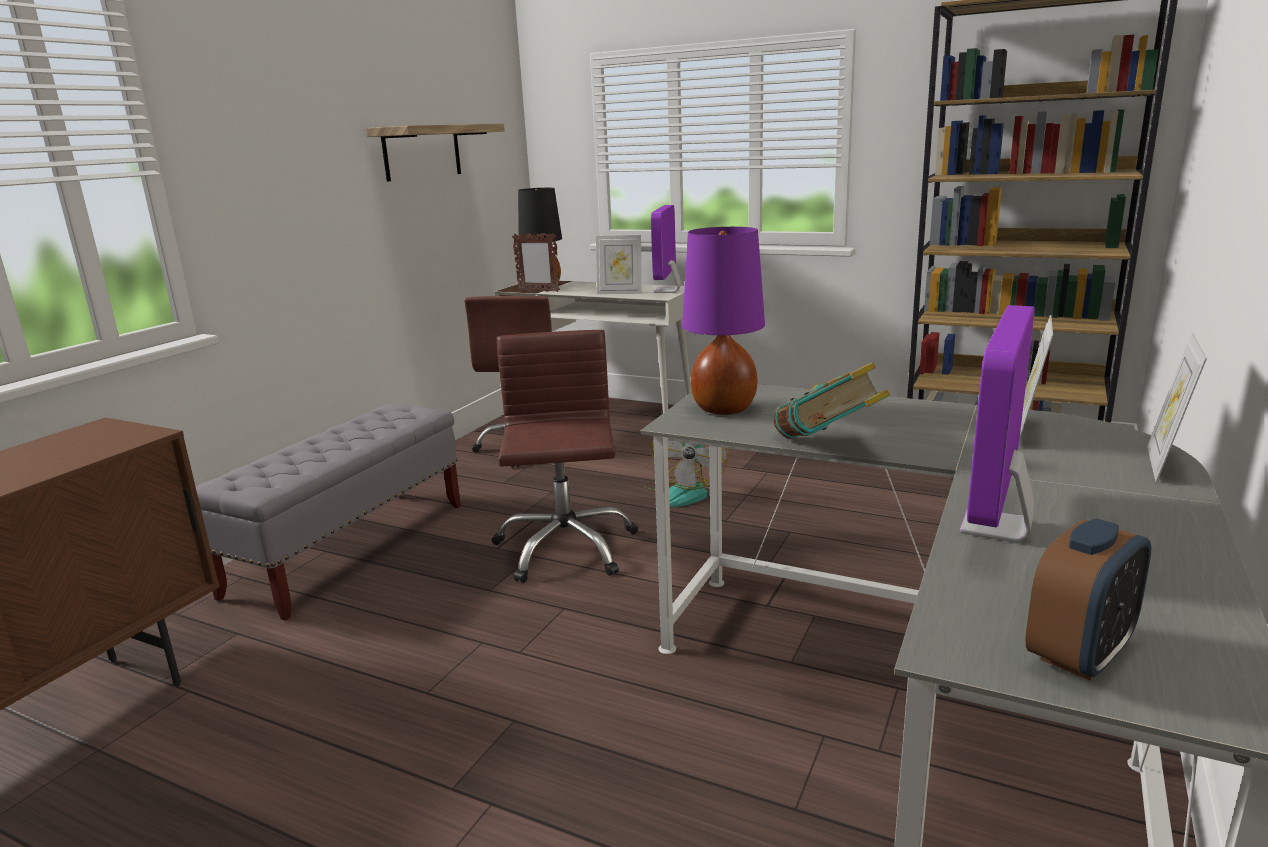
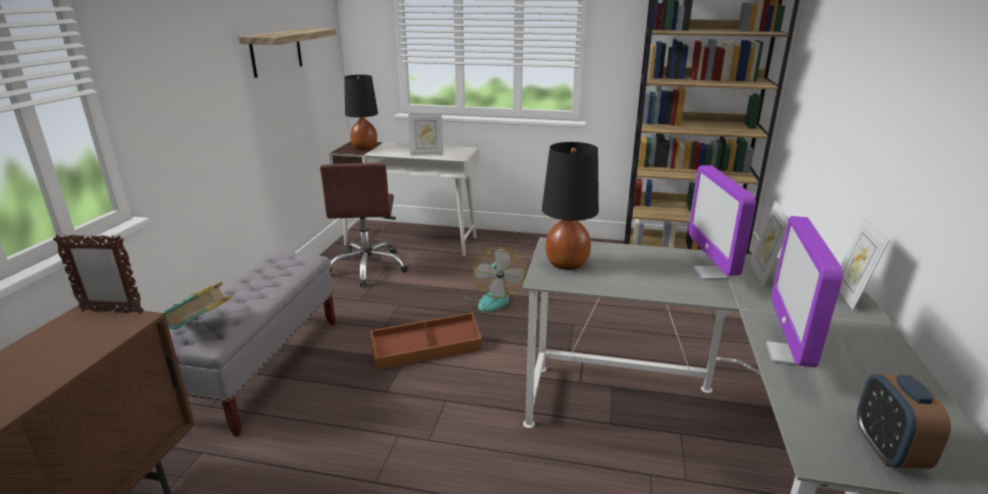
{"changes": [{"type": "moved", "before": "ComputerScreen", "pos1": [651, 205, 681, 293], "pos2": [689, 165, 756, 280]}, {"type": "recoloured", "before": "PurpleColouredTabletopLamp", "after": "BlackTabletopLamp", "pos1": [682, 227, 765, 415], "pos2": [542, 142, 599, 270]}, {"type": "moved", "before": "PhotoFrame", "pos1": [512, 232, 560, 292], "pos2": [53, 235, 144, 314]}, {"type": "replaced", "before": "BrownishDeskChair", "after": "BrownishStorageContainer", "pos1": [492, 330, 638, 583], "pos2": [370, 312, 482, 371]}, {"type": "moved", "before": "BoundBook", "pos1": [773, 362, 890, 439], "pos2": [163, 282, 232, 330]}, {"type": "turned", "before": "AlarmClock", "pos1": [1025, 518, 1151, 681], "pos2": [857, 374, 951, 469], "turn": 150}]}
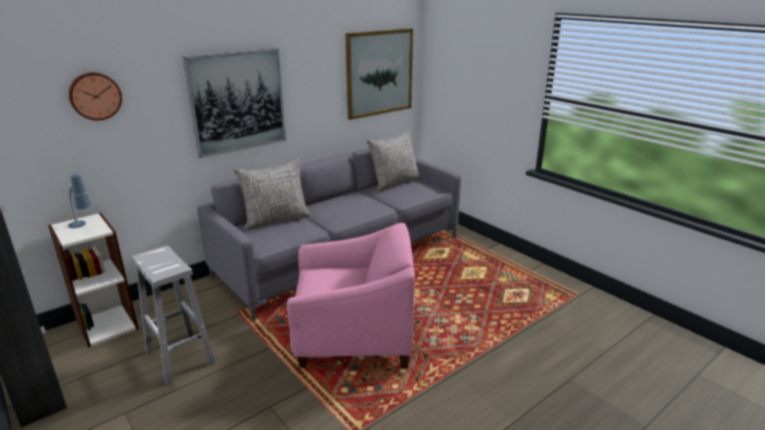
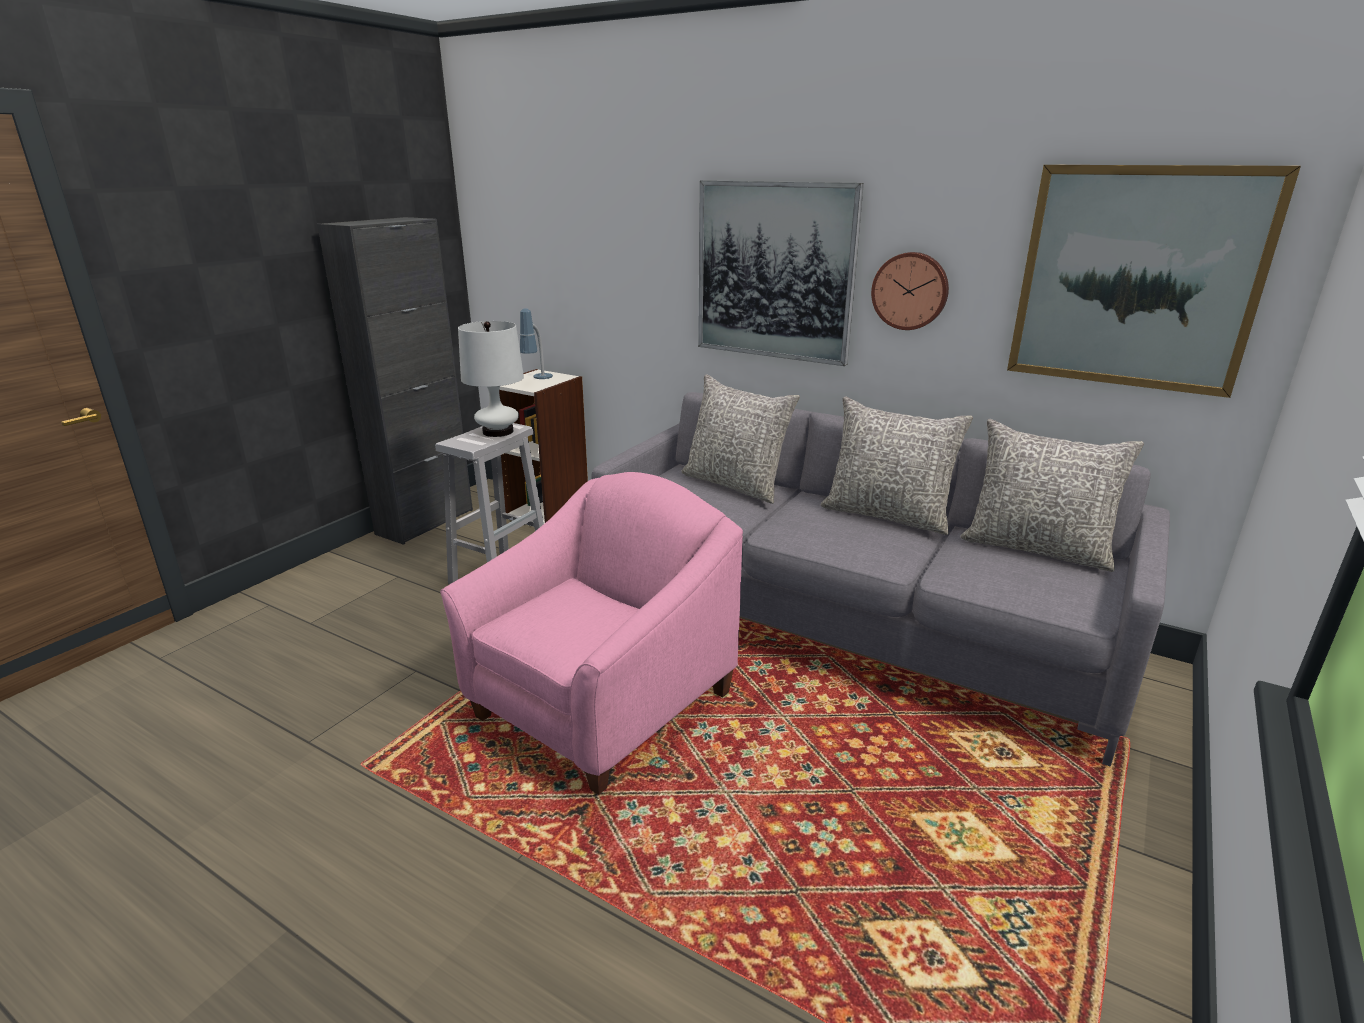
{"changes": [{"type": "moved", "before": "HangingClock", "pos1": [69, 72, 122, 121], "pos2": [871, 252, 949, 330]}, {"type": "turned", "before": "PinkLoungeChair", "pos1": [287, 223, 415, 368], "pos2": [440, 472, 743, 795], "turn": -120}, {"type": "added", "after": "WhiteTabletopLamp", "pos2": [458, 321, 524, 437]}, {"type": "added", "after": "GrayThrowPillow", "pos2": [820, 396, 973, 535]}]}
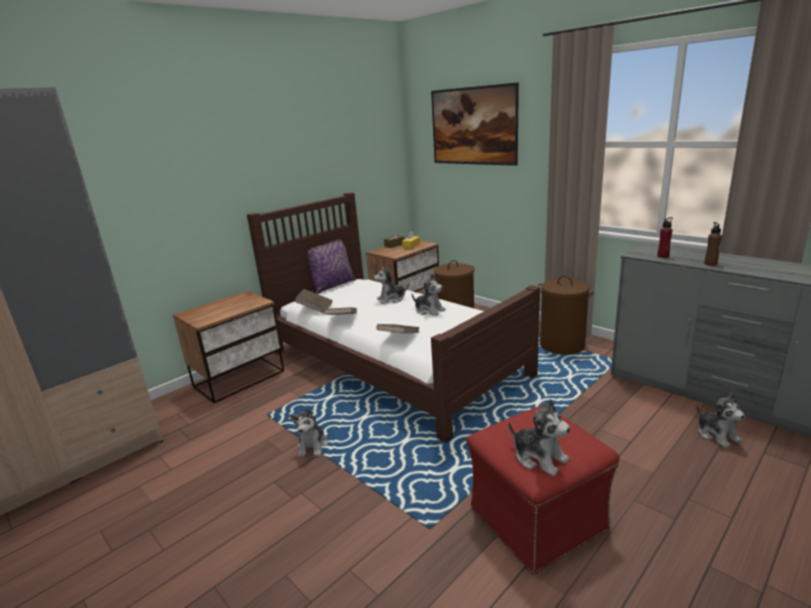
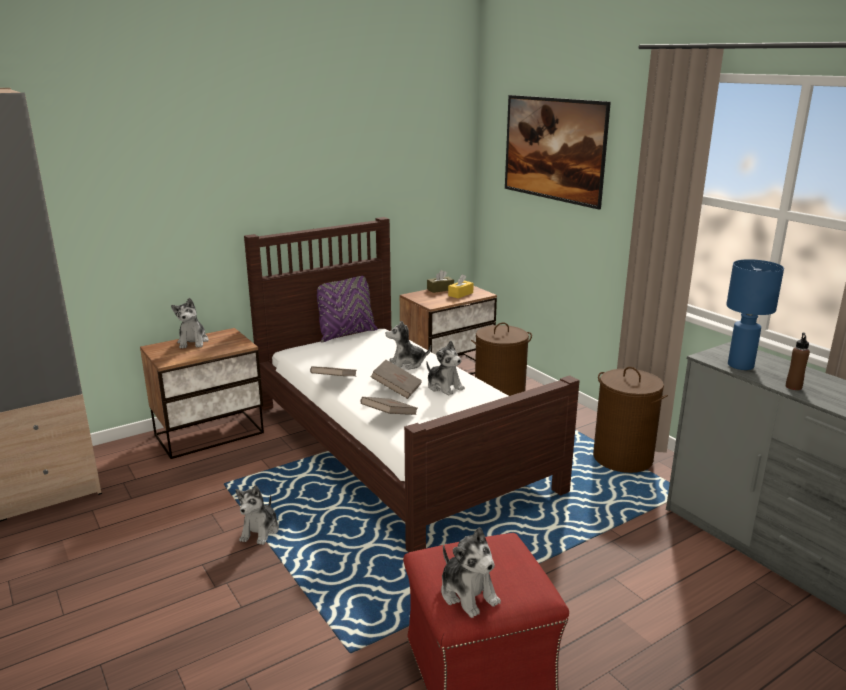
{"changes": [{"type": "replaced", "before": "RedColouredDrinkBottle", "after": "BlueTabletopLamp", "pos1": [657, 217, 673, 258], "pos2": [726, 259, 784, 370]}, {"type": "moved", "before": "BrownishBoundBook", "pos1": [294, 289, 333, 313], "pos2": [371, 360, 422, 399]}, {"type": "moved", "before": "SoftToy", "pos1": [696, 393, 745, 448], "pos2": [171, 298, 209, 349]}]}
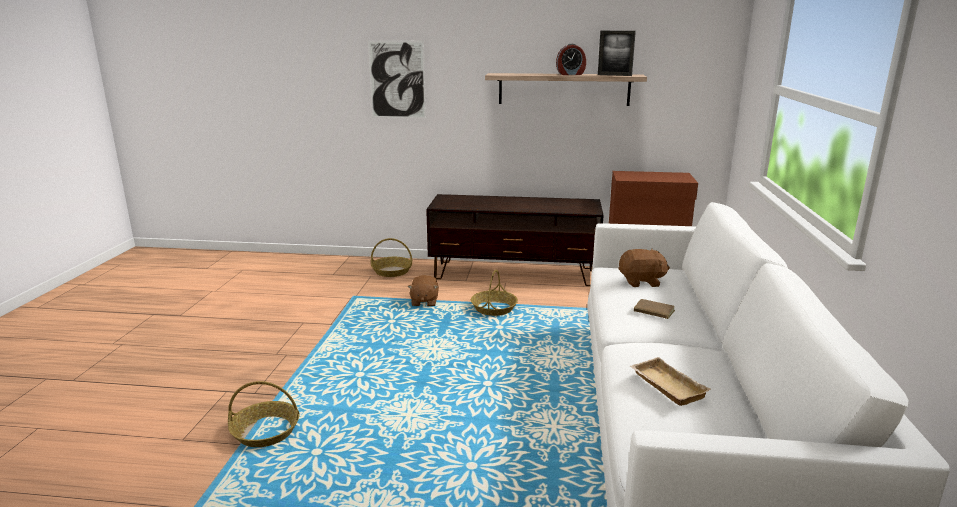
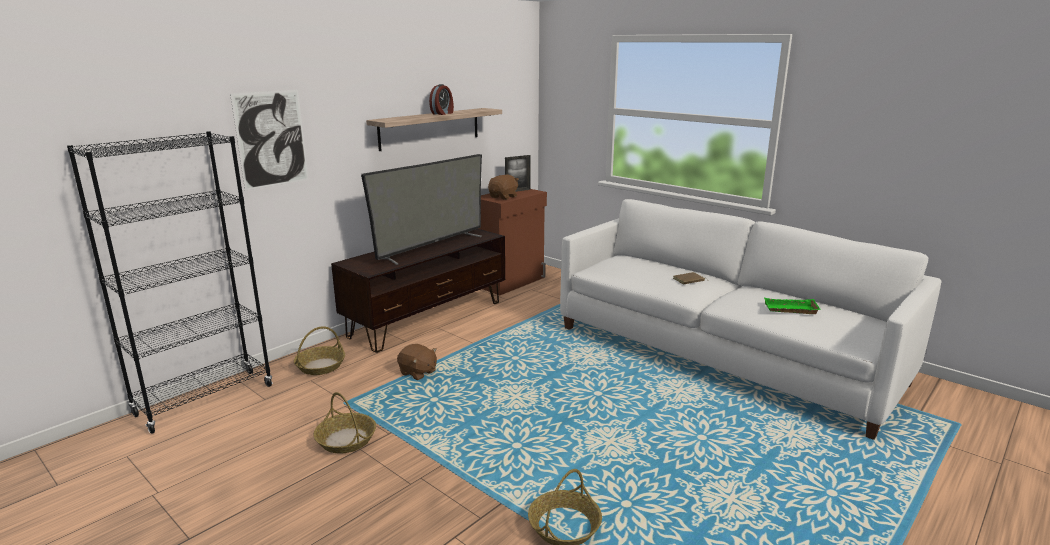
{"changes": [{"type": "moved", "before": "PhotoFrame", "pos1": [598, 31, 636, 76], "pos2": [505, 155, 531, 192]}, {"type": "moved", "before": "BrownishSoftToy", "pos1": [619, 249, 670, 287], "pos2": [488, 175, 519, 200]}, {"type": "moved", "before": "StorageBasket", "pos1": [471, 270, 518, 316], "pos2": [314, 392, 376, 454]}, {"type": "recoloured", "before": "BeigeColouredTray", "after": "GreenTray", "pos1": [630, 357, 711, 406], "pos2": [764, 298, 821, 314]}, {"type": "added", "after": "BlackBookcase", "pos2": [67, 131, 273, 434]}, {"type": "added", "after": "TvSet", "pos2": [361, 154, 482, 265]}]}
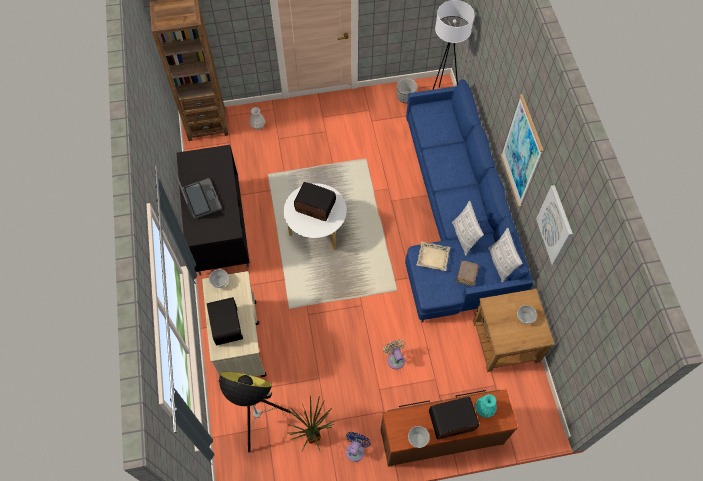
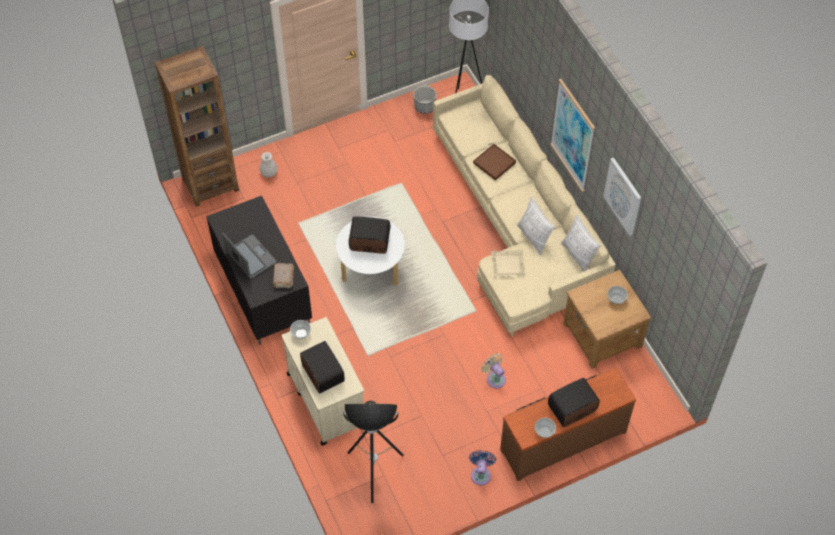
{"changes": [{"type": "recoloured", "before": "BlueSofa", "after": "BeigeColouredSofa", "pos1": [405, 79, 534, 322], "pos2": [433, 75, 616, 337]}, {"type": "moved", "before": "BrownishBoundBook", "pos1": [456, 260, 478, 286], "pos2": [273, 263, 294, 288]}, {"type": "removed", "before": "TurquoiseFlowerVase", "pos1": [475, 394, 497, 418]}, {"type": "removed", "before": "Houseplant", "pos1": [287, 396, 334, 451]}, {"type": "added", "after": "BrownishTray", "pos2": [473, 144, 516, 180]}]}
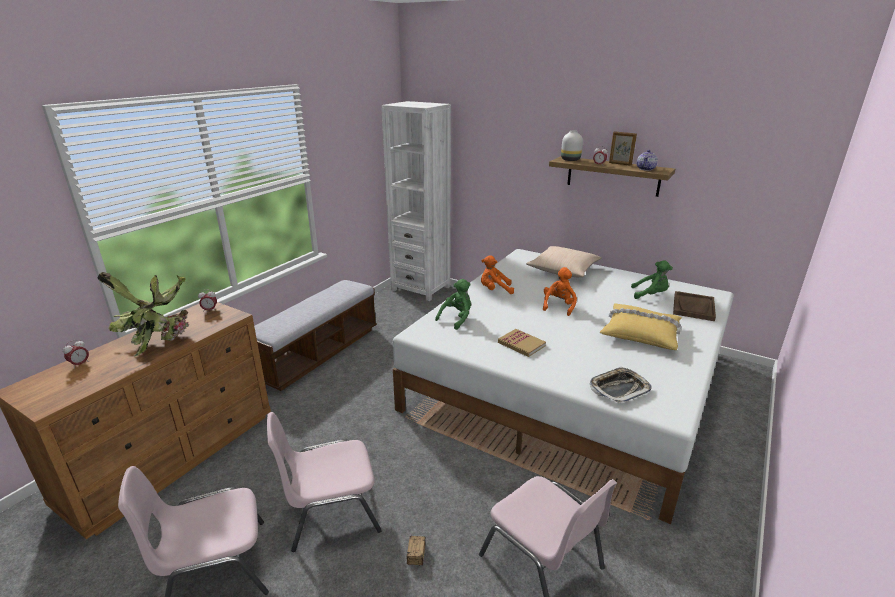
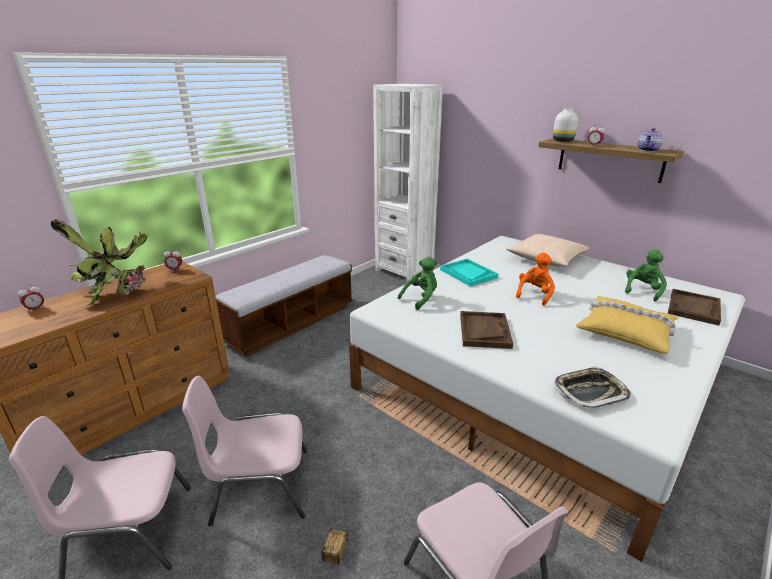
{"changes": [{"type": "removed", "before": "PhotoFrame", "pos1": [609, 131, 637, 166]}, {"type": "replaced", "before": "OrangeySoftToy", "after": "TurquoiseTray", "pos1": [481, 255, 514, 294], "pos2": [440, 259, 499, 286]}, {"type": "turned", "before": "GreenSoftToy", "pos1": [631, 261, 673, 299], "pos2": [625, 249, 667, 301], "turn": -75}, {"type": "replaced", "before": "BoundBook", "after": "BrownishTray", "pos1": [498, 329, 546, 357], "pos2": [460, 311, 513, 349]}]}
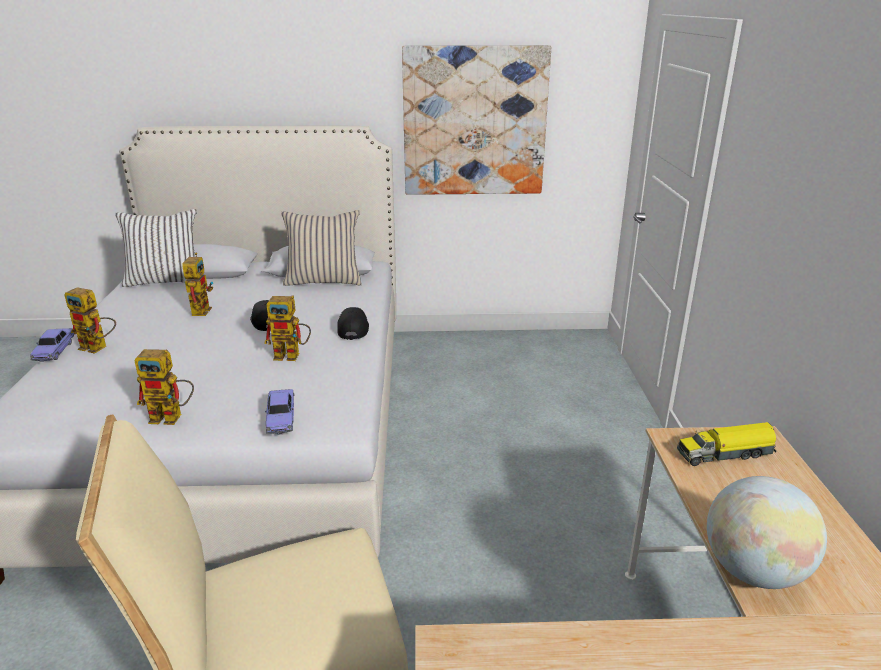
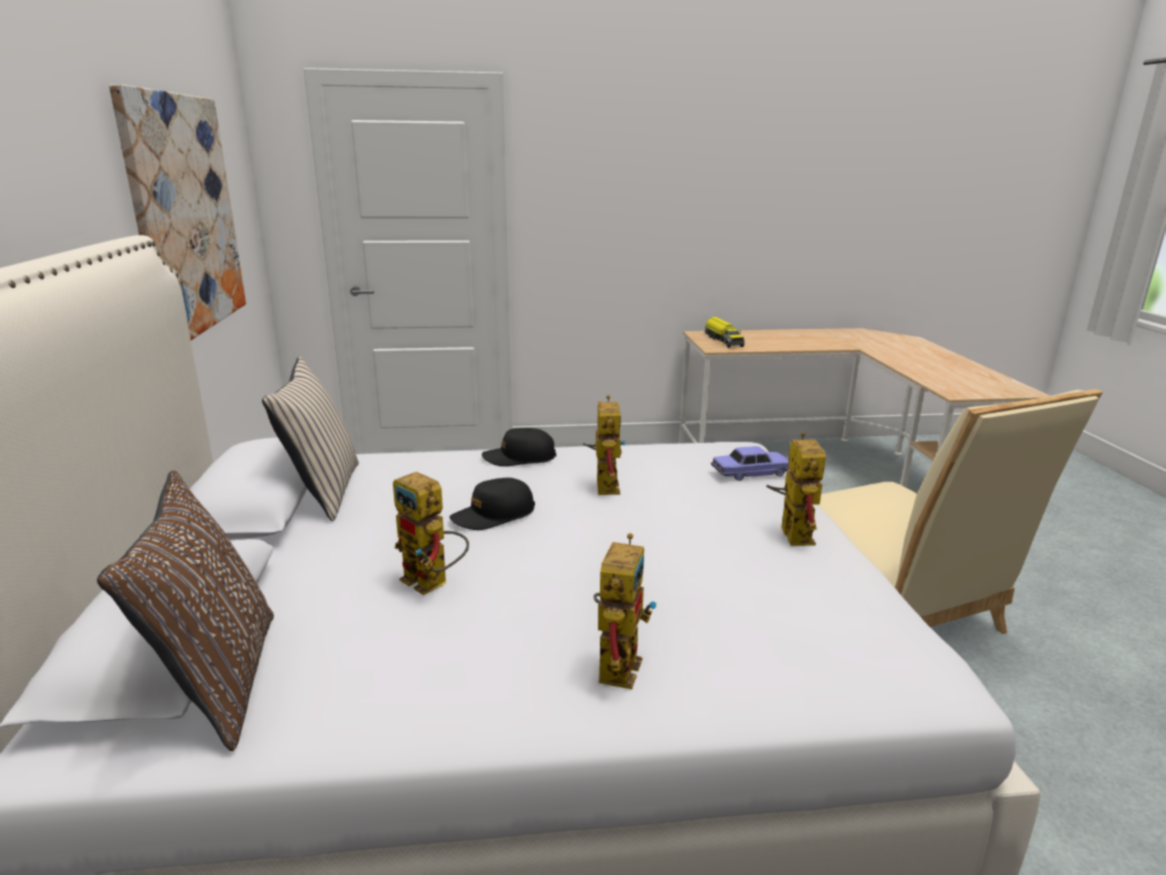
{"changes": [{"type": "recoloured", "before": "WhiteThrowPillow", "after": "BrownishThrowPillow", "pos1": [115, 209, 197, 287], "pos2": [97, 470, 274, 751]}, {"type": "turned", "before": "ToyRobot", "pos1": [182, 253, 213, 316], "pos2": [393, 472, 469, 595], "turn": -135}, {"type": "removed", "before": "ToyCar", "pos1": [30, 328, 74, 362]}, {"type": "removed", "before": "DeskGlobe", "pos1": [707, 476, 827, 589]}]}
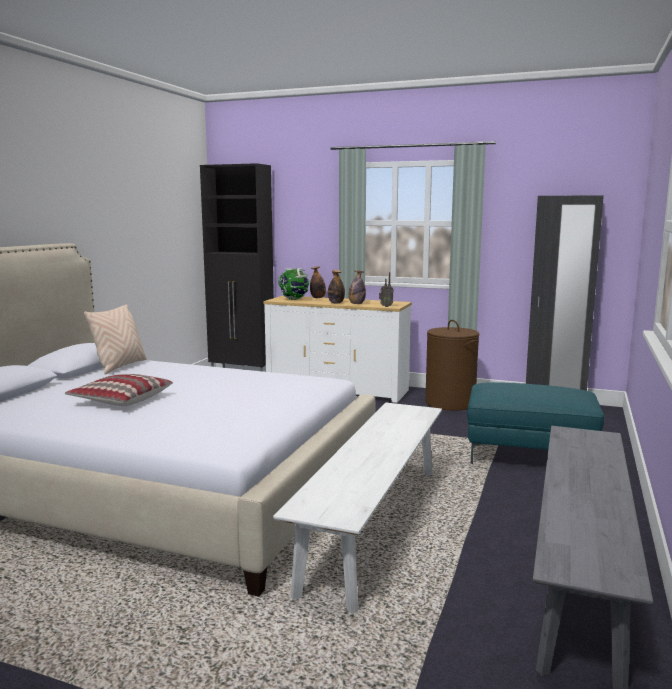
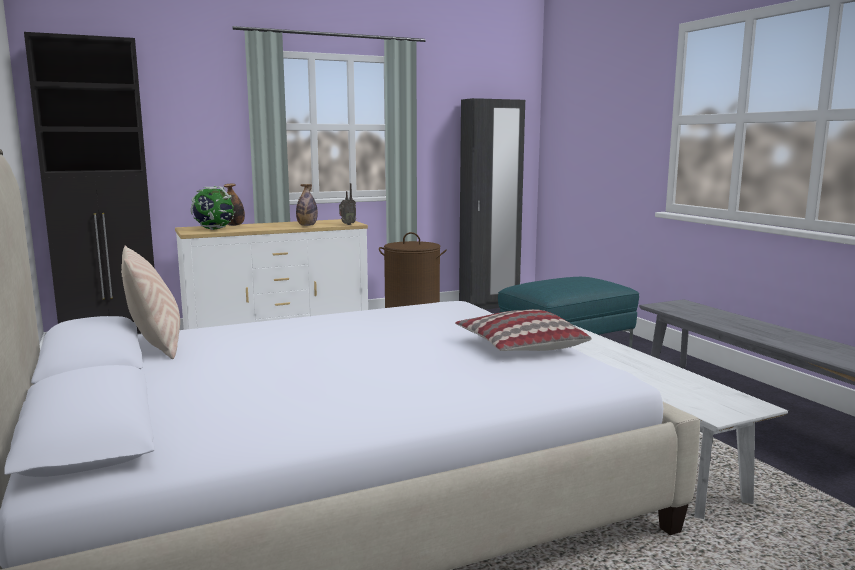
{"changes": [{"type": "removed", "before": "DrinkBottle", "pos1": [328, 270, 345, 304]}, {"type": "moved", "before": "ThrowPillow", "pos1": [65, 374, 173, 406], "pos2": [455, 309, 592, 351]}]}
